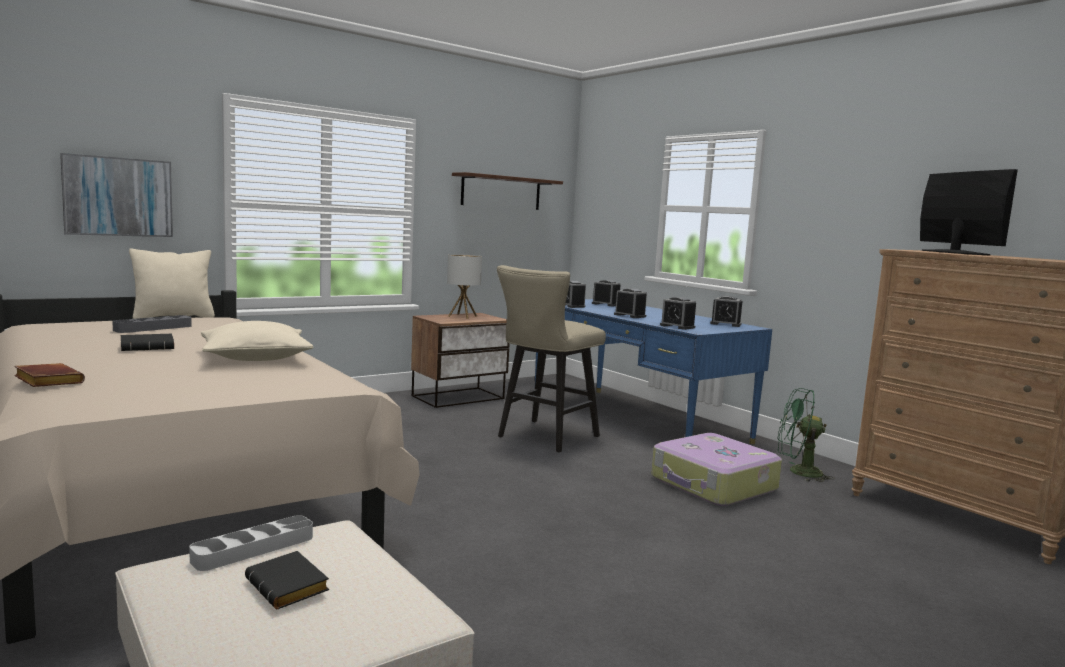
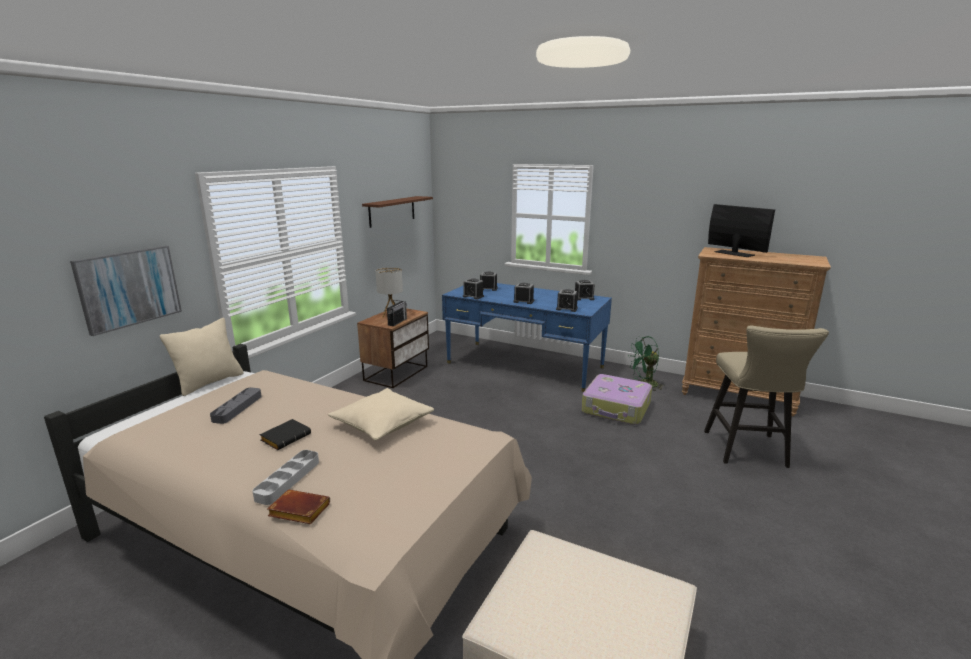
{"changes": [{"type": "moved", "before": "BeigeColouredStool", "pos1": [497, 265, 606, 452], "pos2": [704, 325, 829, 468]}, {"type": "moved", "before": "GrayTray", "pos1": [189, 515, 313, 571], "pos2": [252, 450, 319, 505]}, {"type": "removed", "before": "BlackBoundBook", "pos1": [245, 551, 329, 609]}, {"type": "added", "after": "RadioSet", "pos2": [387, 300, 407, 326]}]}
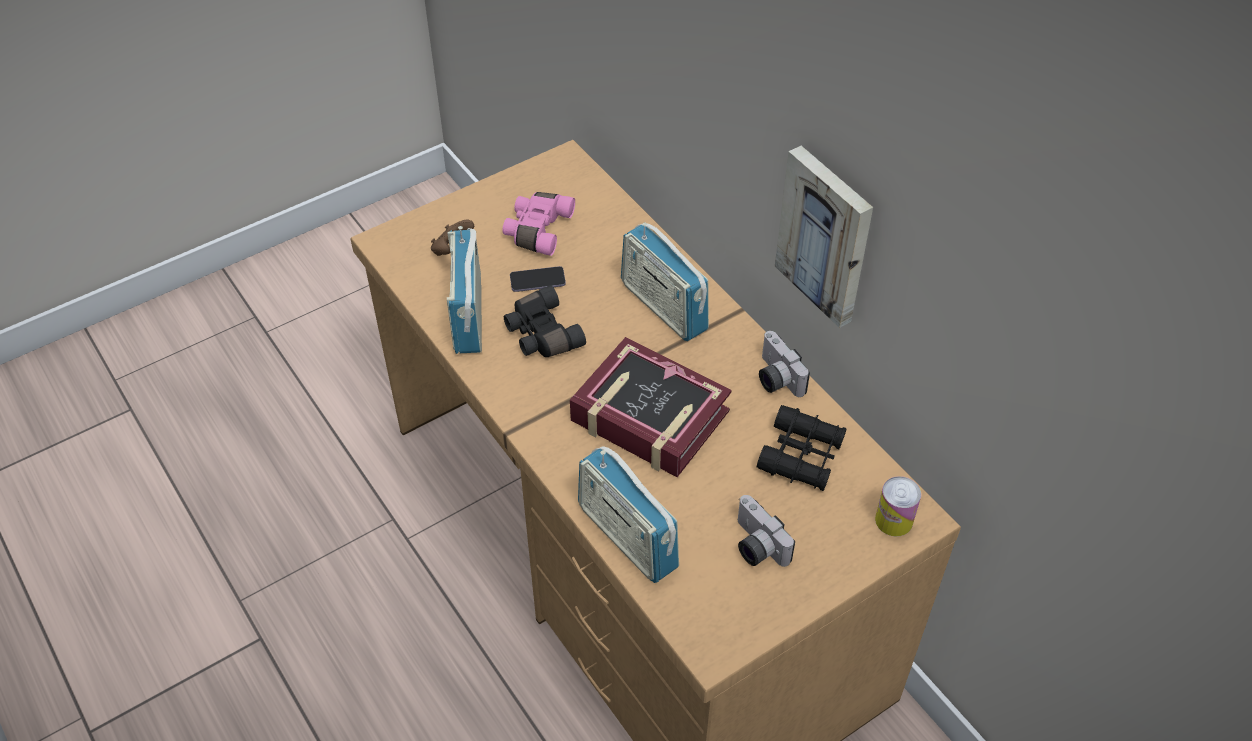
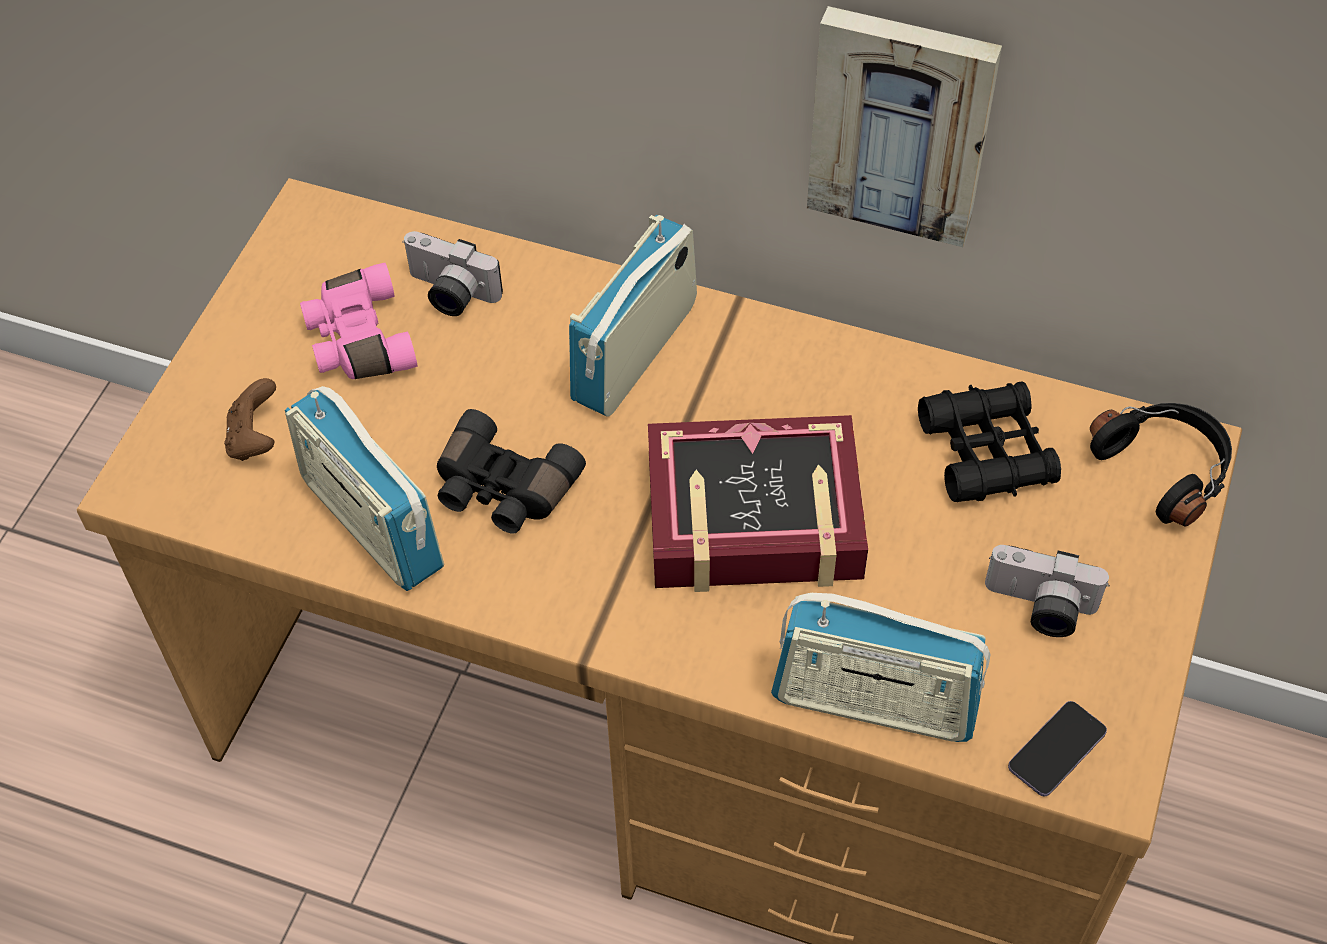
{"changes": [{"type": "turned", "before": "RadioSet", "pos1": [621, 222, 709, 341], "pos2": [569, 215, 697, 416], "turn": 105}, {"type": "moved", "before": "Phone", "pos1": [510, 266, 566, 292], "pos2": [1008, 701, 1107, 796]}, {"type": "moved", "before": "StillCamera", "pos1": [759, 331, 810, 397], "pos2": [402, 231, 503, 316]}, {"type": "replaced", "before": "MetalCan", "after": "BlackPairOfHeadphones", "pos1": [875, 476, 921, 536], "pos2": [1090, 403, 1232, 526]}]}
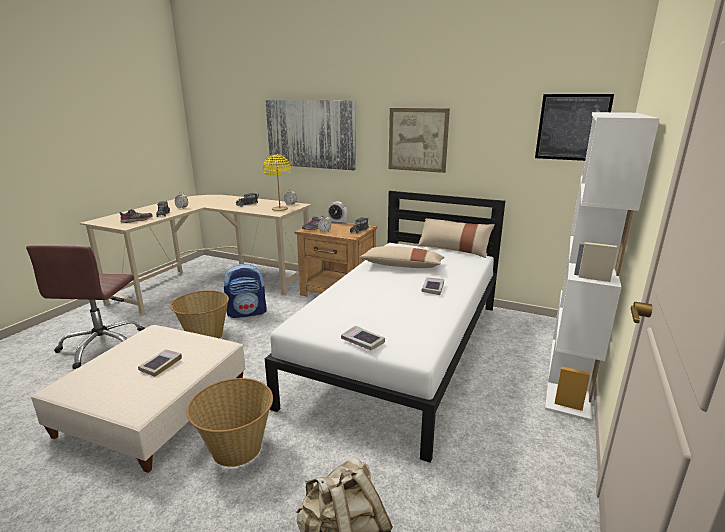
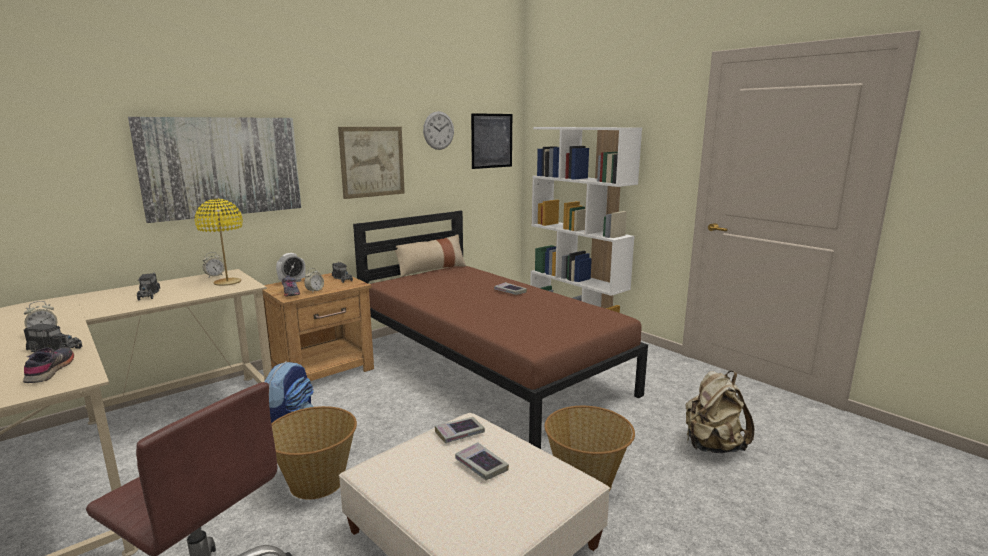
{"changes": [{"type": "recoloured", "before": "WhiteBed", "after": "BrownishBed", "pos1": [265, 191, 505, 463], "pos2": [353, 211, 648, 449]}, {"type": "removed", "before": "BeigeColouredThrowPillow", "pos1": [360, 246, 445, 268]}, {"type": "moved", "before": "BoundBook", "pos1": [341, 325, 385, 350], "pos2": [435, 417, 485, 443]}, {"type": "added", "after": "HangingClock", "pos2": [423, 111, 454, 150]}]}
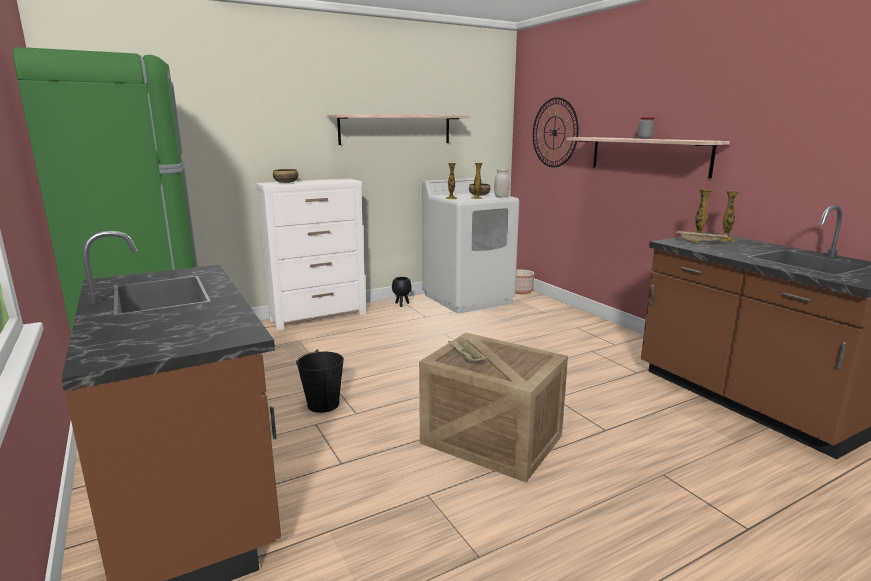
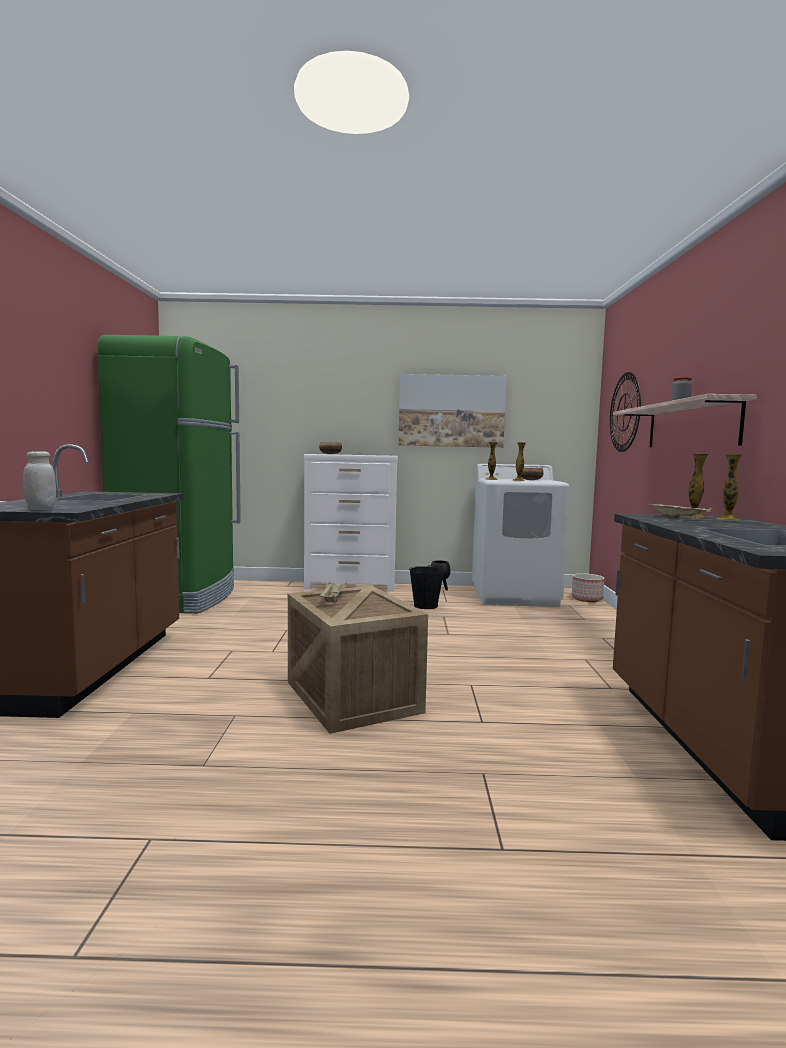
{"changes": [{"type": "replaced", "before": "BracketShelf", "after": "WallArt", "pos1": [327, 114, 471, 145], "pos2": [398, 374, 507, 448]}, {"type": "moved", "before": "WhiteJar", "pos1": [494, 168, 510, 197], "pos2": [23, 451, 56, 510]}, {"type": "moved", "before": "BlackBucket", "pos1": [296, 350, 344, 413], "pos2": [409, 565, 444, 609]}]}
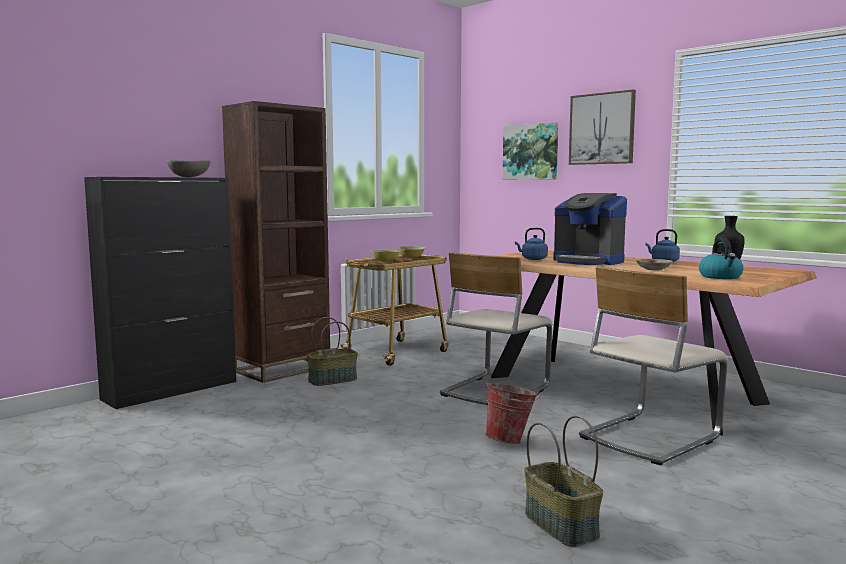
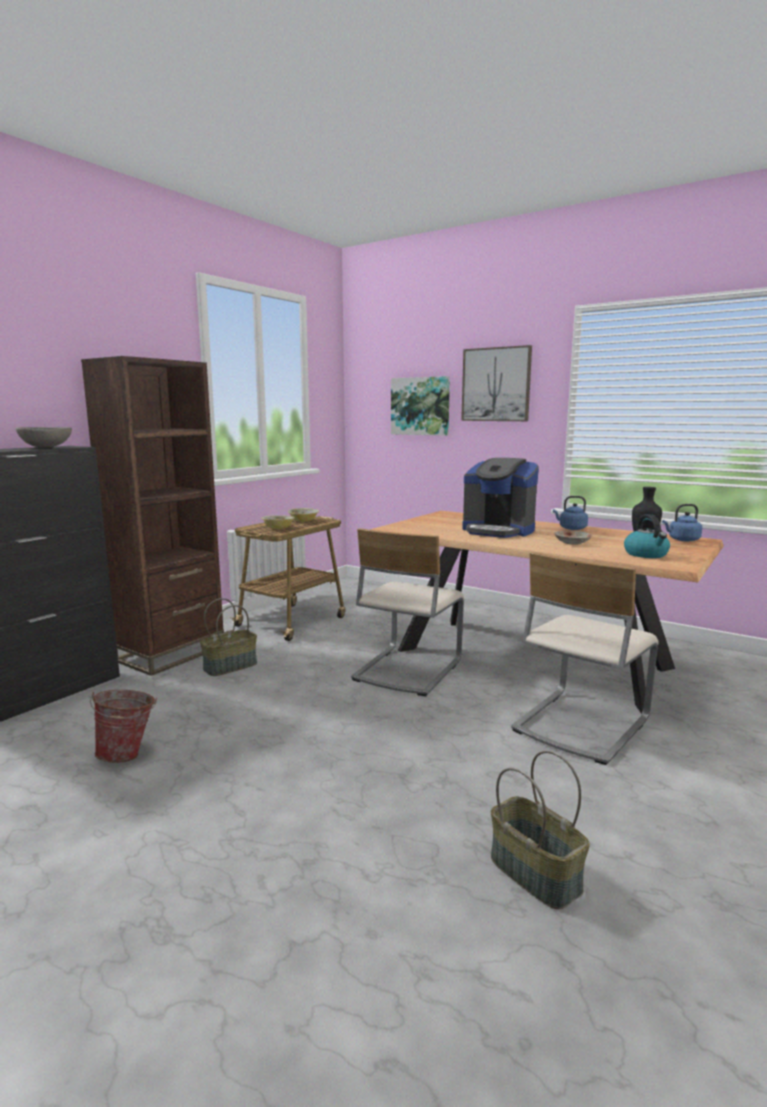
{"changes": [{"type": "moved", "before": "BlueWaterKettle", "pos1": [515, 228, 548, 260], "pos2": [662, 504, 702, 542]}, {"type": "moved", "before": "Bucket", "pos1": [485, 380, 540, 444], "pos2": [90, 690, 157, 763]}]}
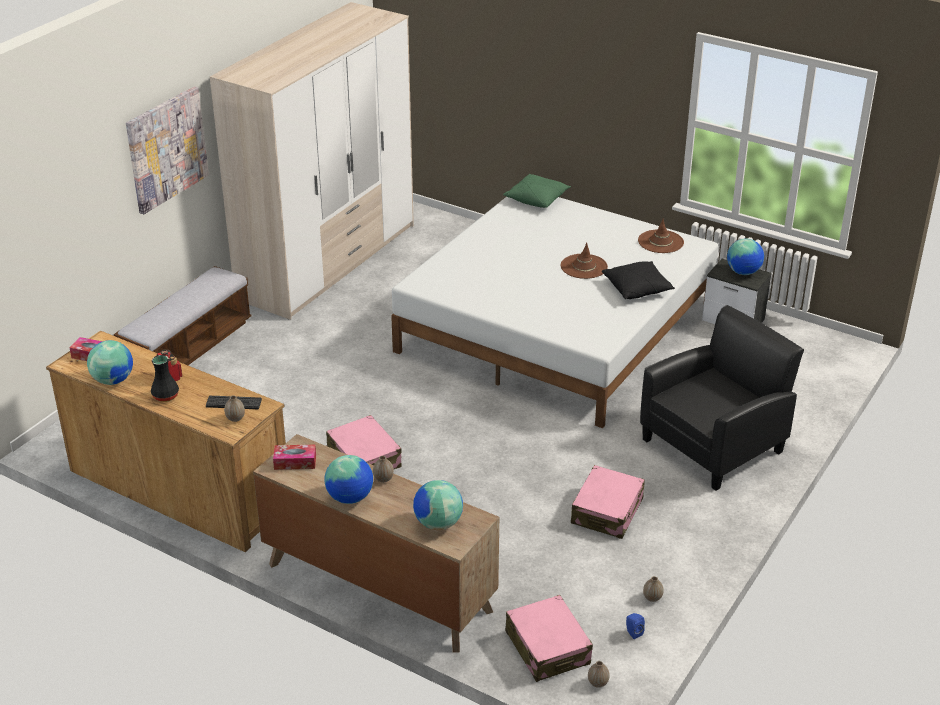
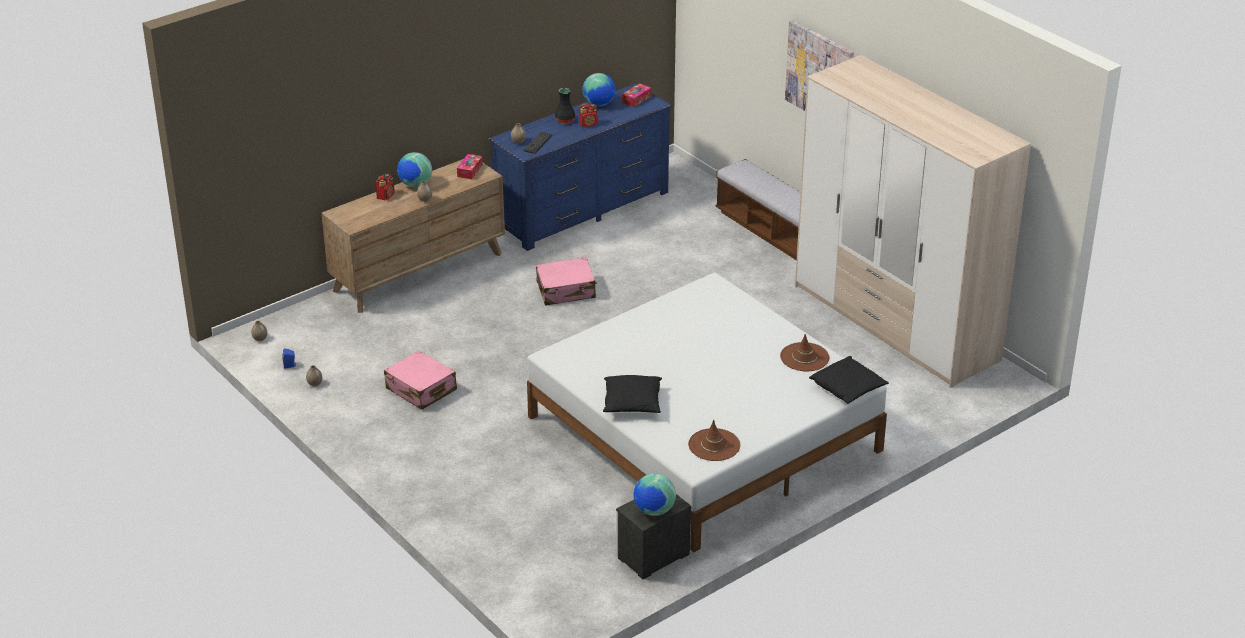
{"changes": [{"type": "recoloured", "before": "GreenThrowPillow", "after": "BlackThrowPillow", "pos1": [503, 174, 571, 208], "pos2": [809, 356, 889, 404]}, {"type": "moved", "before": "BrownishWearableHat", "pos1": [561, 243, 608, 279], "pos2": [780, 334, 829, 371]}, {"type": "removed", "before": "BlackLoungeChair", "pos1": [640, 305, 804, 491]}, {"type": "recoloured", "before": "BrownishDresser", "after": "BlueDresser", "pos1": [46, 331, 286, 552], "pos2": [489, 84, 671, 251]}, {"type": "removed", "before": "DeskGlobe", "pos1": [413, 480, 463, 530]}, {"type": "removed", "before": "PinkTravelCase", "pos1": [505, 595, 593, 682]}, {"type": "added", "after": "RadioSet", "pos2": [376, 173, 395, 200]}]}
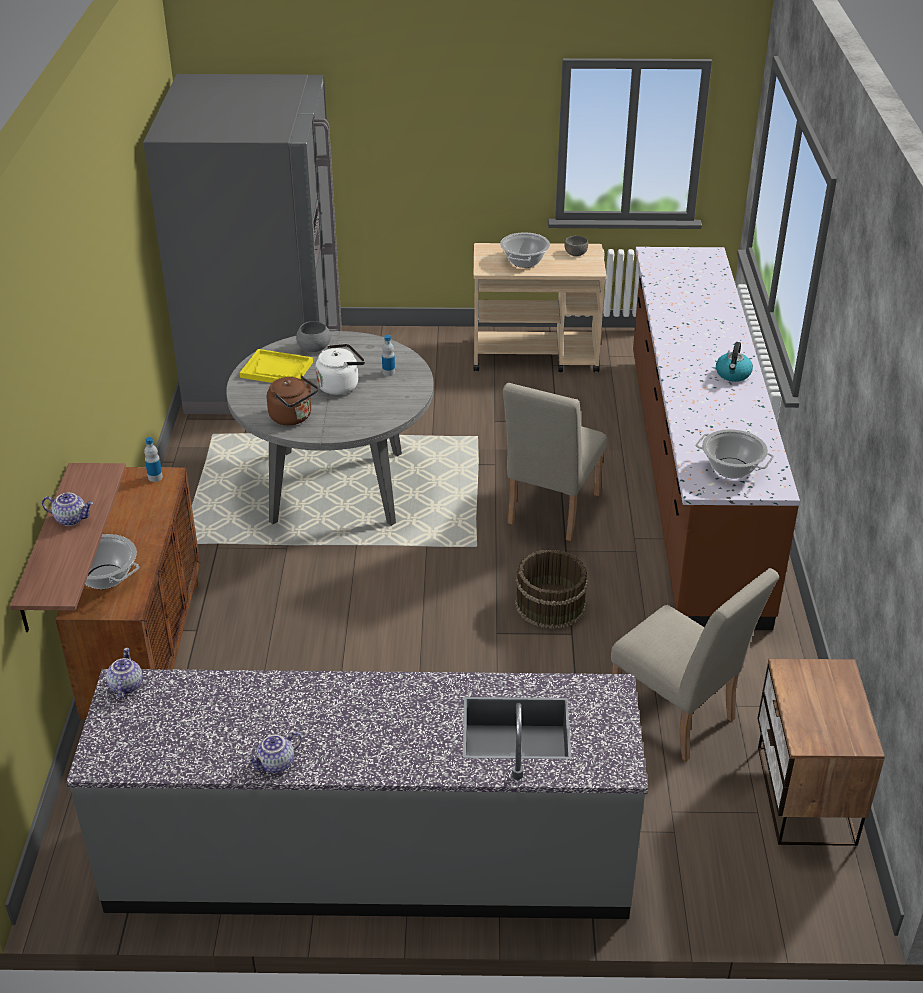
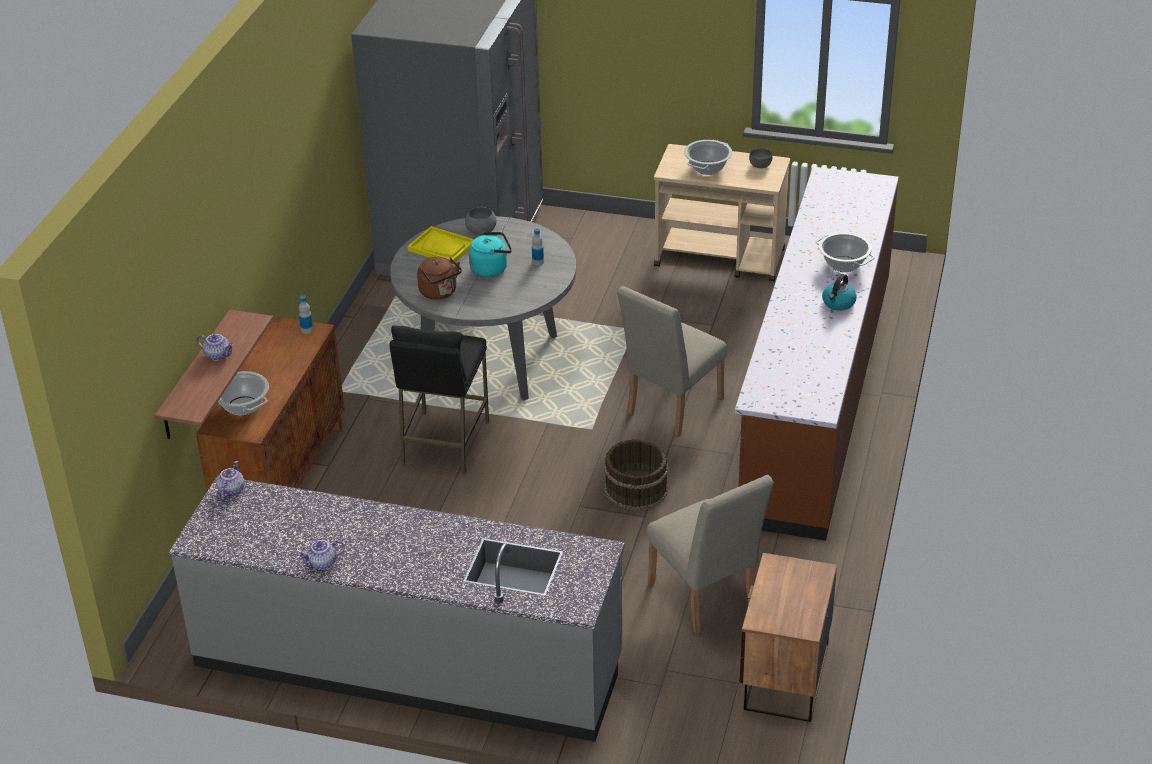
{"changes": [{"type": "recoloured", "before": "WhiteWaterKettle", "after": "TurquoiseWaterKettle", "pos1": [315, 344, 365, 395], "pos2": [469, 232, 512, 277]}, {"type": "moved", "before": "Stockpot", "pos1": [696, 429, 774, 479], "pos2": [816, 233, 875, 272]}, {"type": "added", "after": "BlackStool", "pos2": [389, 325, 489, 474]}]}
